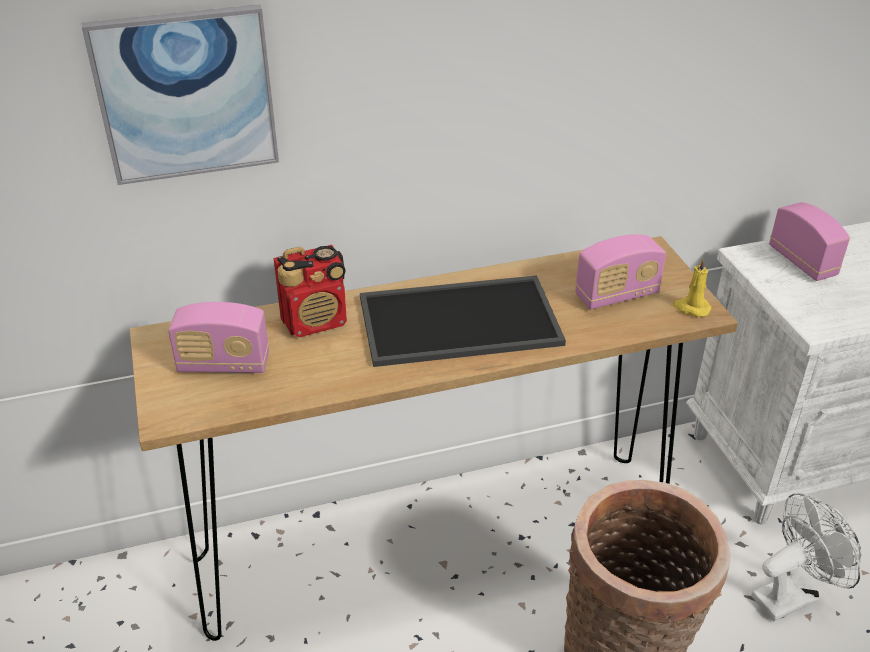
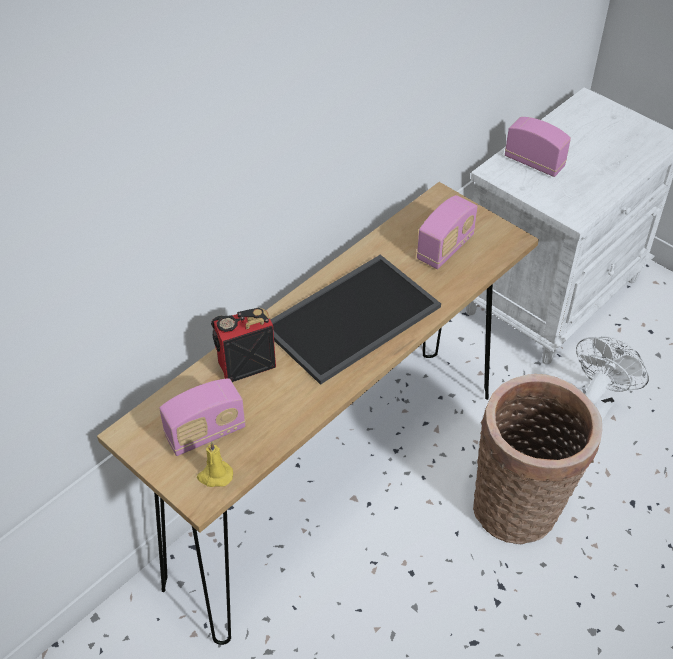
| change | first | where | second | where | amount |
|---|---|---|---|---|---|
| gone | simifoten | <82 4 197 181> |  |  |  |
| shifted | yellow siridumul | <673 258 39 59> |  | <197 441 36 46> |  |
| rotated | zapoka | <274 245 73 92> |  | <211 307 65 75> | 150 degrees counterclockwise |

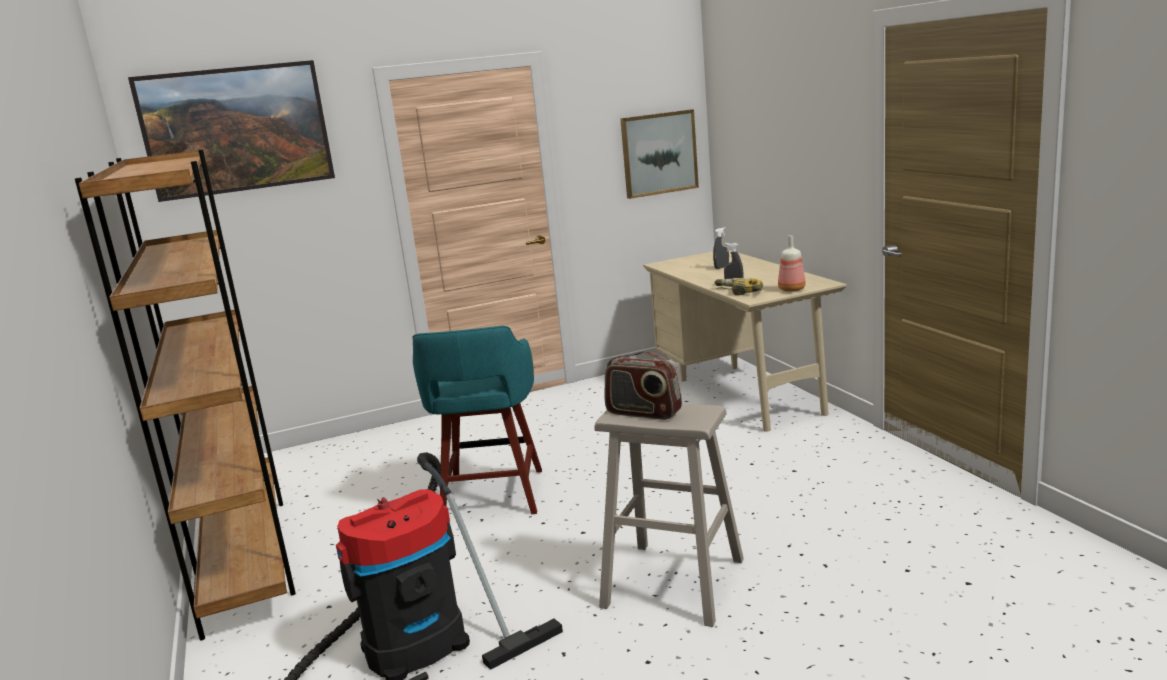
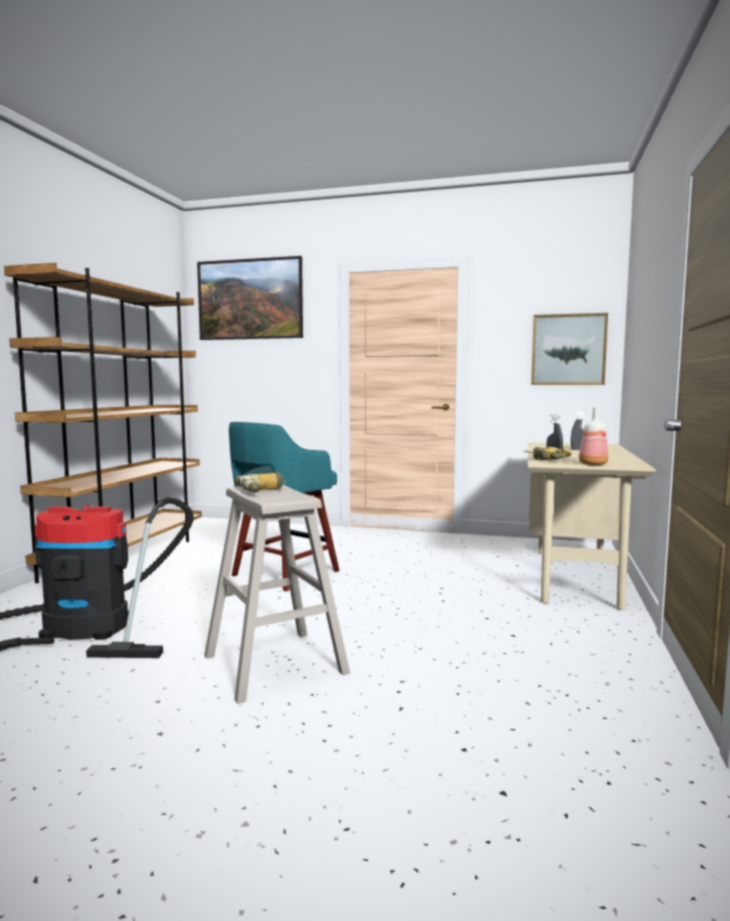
| change | first | where | second | where | amount |
|---|---|---|---|---|---|
| swapped | zapoka | <605 352 77 68> | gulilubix | <236 471 50 21> |  |

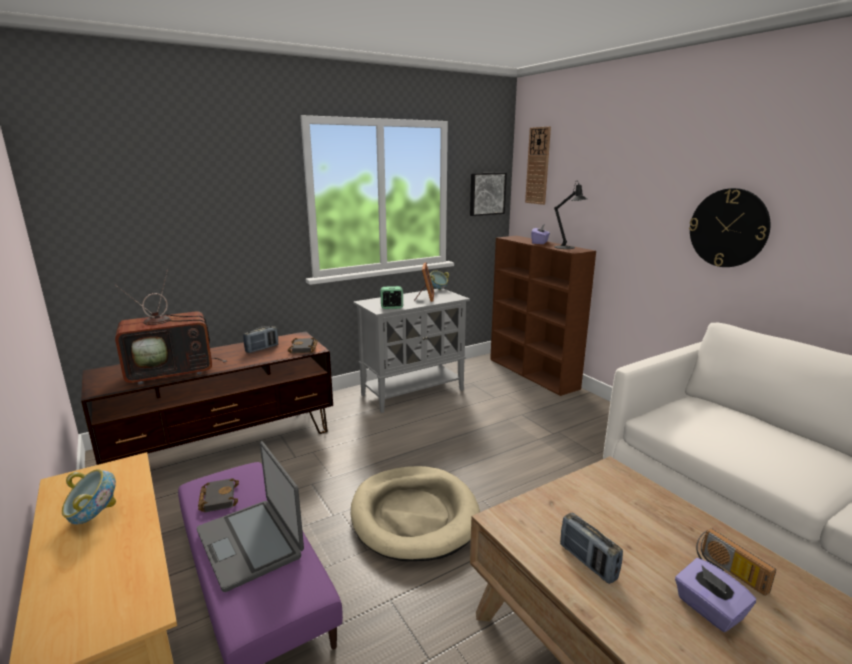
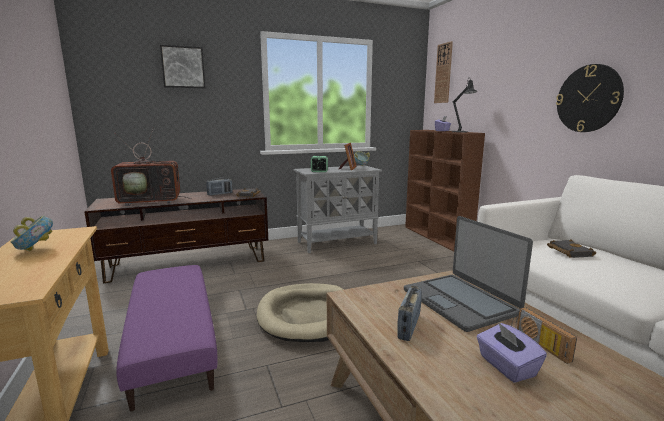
| change | first | where | second | where | amount |
|---|---|---|---|---|---|
| shifted | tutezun | <197 441 107 151> |  | <404 216 129 116> |  |
| shifted | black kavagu | <198 478 41 34> |  | <547 240 49 18> |  |
| shifted | simifoten | <470 172 37 44> |  | <160 45 46 43> |  |
| rotated | zapoka | <560 513 63 71> |  | <397 286 25 55> | 45 degrees clockwise |

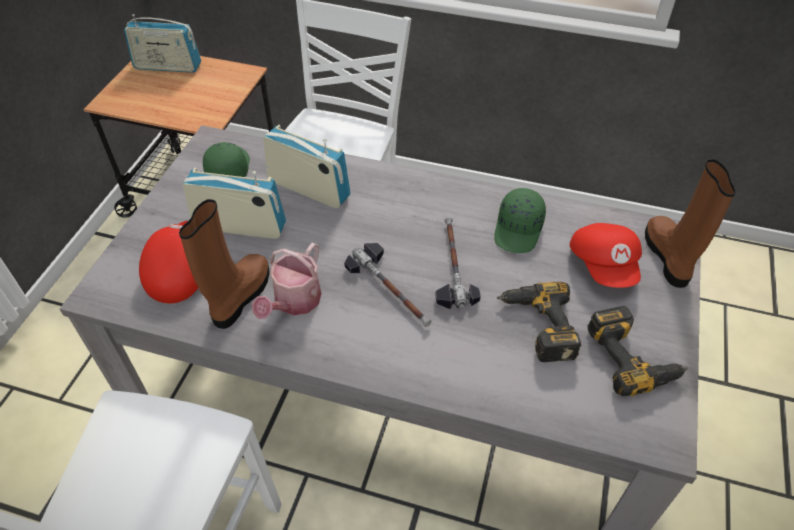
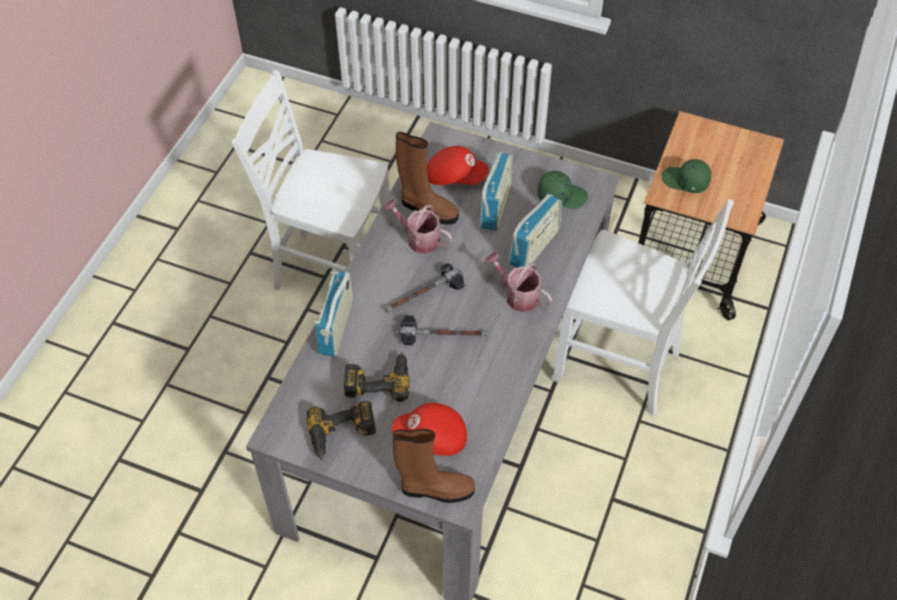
| change | first | where | second | where | amount |
|---|---|---|---|---|---|
| new |  |  | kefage | <485 252 67 60> |  |
| shifted | zapoka | <124 14 77 59> |  | <315 271 38 86> |  |
| shifted | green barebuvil | <494 188 52 65> |  | <662 159 49 34> |  |

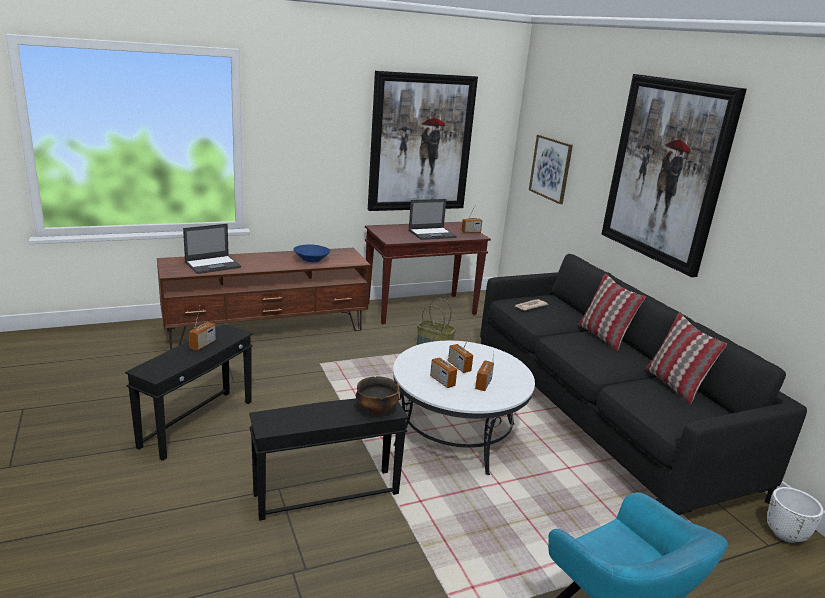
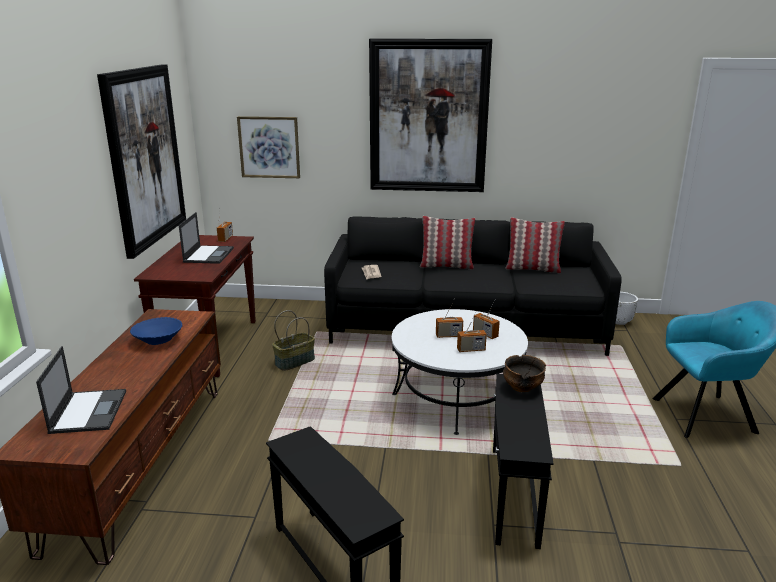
| change | first | where | second | where | amount |
|---|---|---|---|---|---|
| gone | zapoka | <189 307 27 44> |  |  |  |

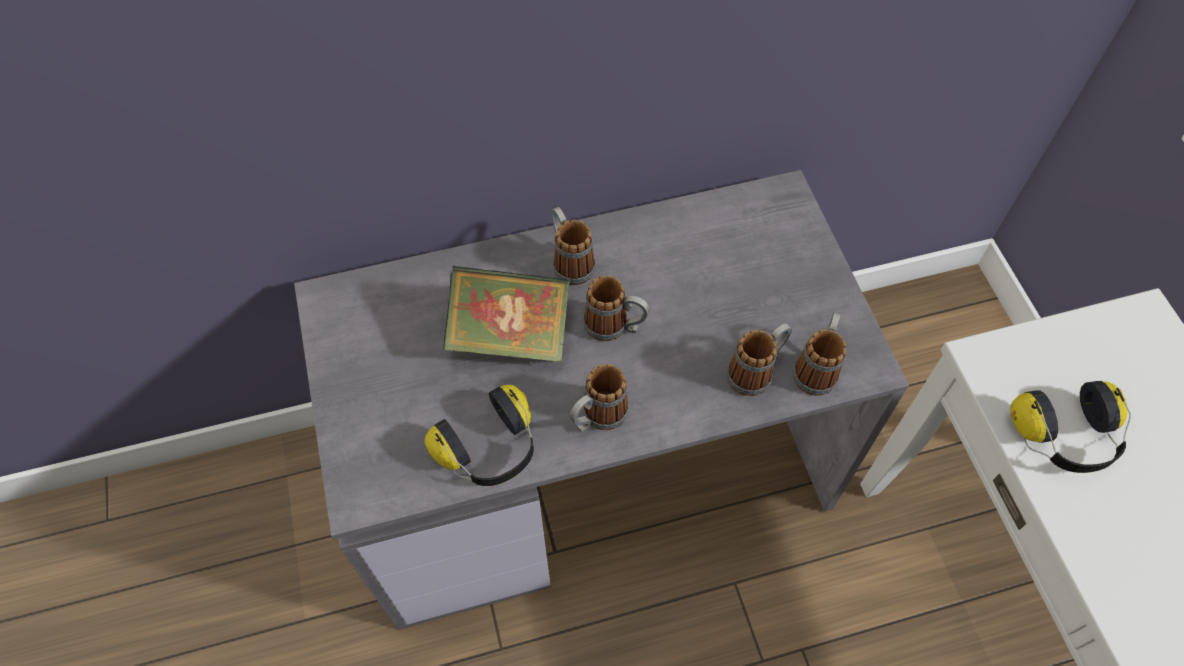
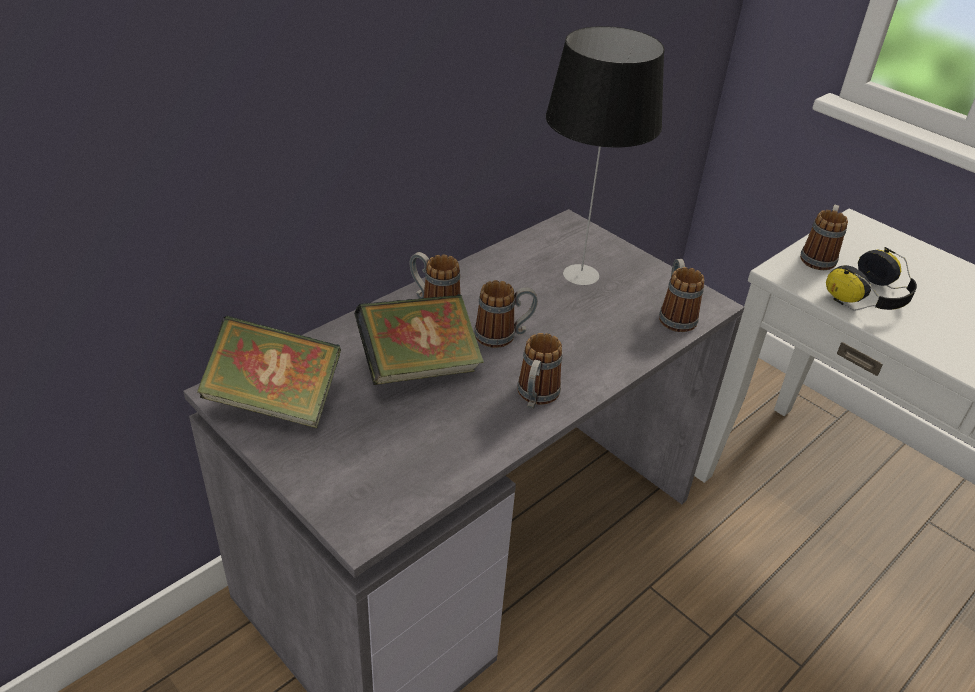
| change | first | where | second | where | amount |
|---|---|---|---|---|---|
| gone | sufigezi | <425 385 109 101> |  |  |  |
| new |  |  | kavagu | <197 316 144 112> |  |
| new |  |  | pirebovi | <546 26 119 259> |  |
| shifted | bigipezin | <727 323 65 73> |  | <800 204 48 66> |  |

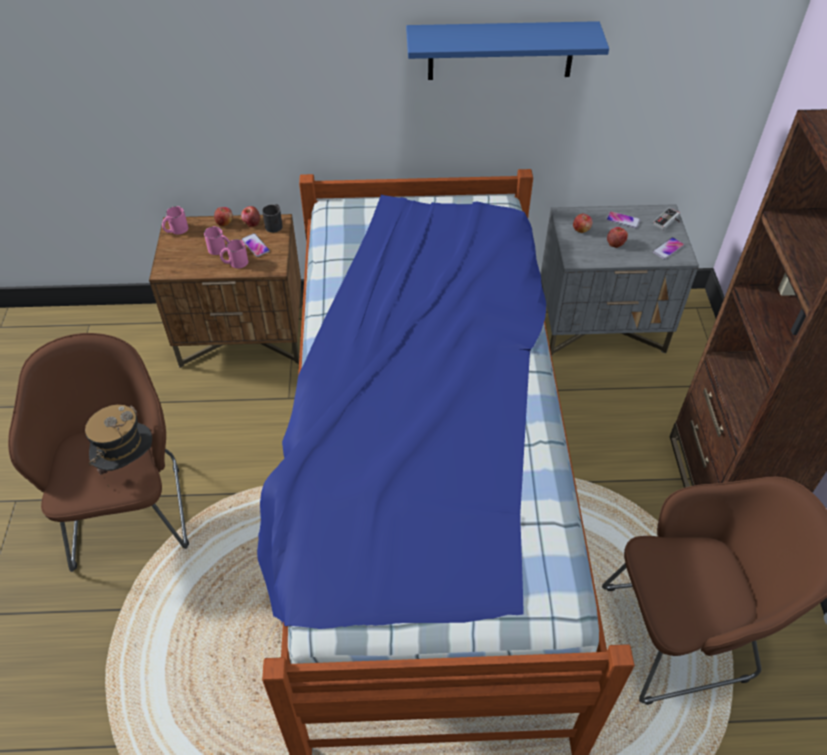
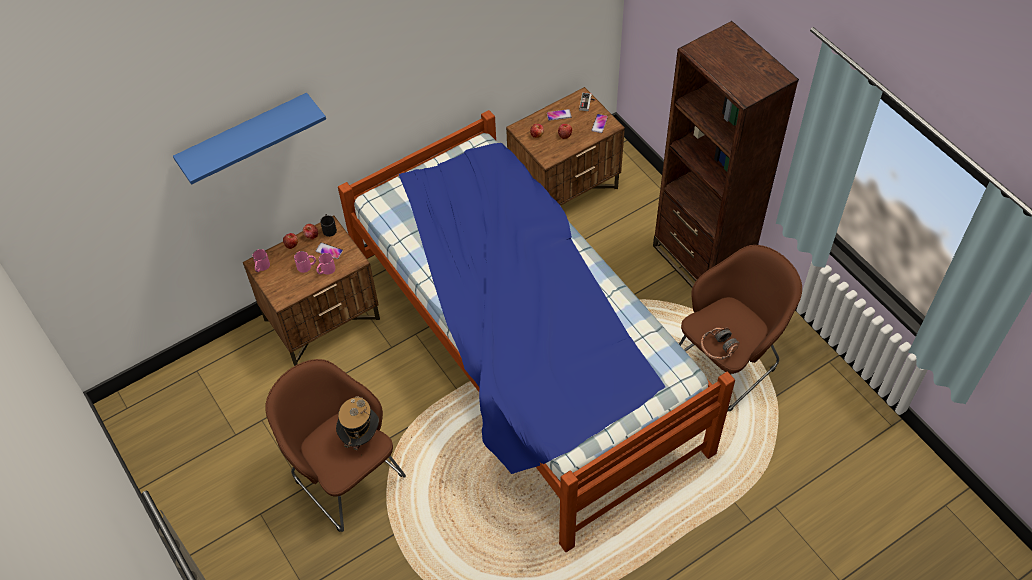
| change | first | where | second | where | amount |
|---|---|---|---|---|---|
| new |  |  | sufigezi | <701 328 38 32> |  |
| shifted | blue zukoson | <406 21 203 59> |  | <173 93 153 92> |  |
| repainted | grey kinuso | <540 204 159 152> | brown kinuso | <506 87 119 119> |  |

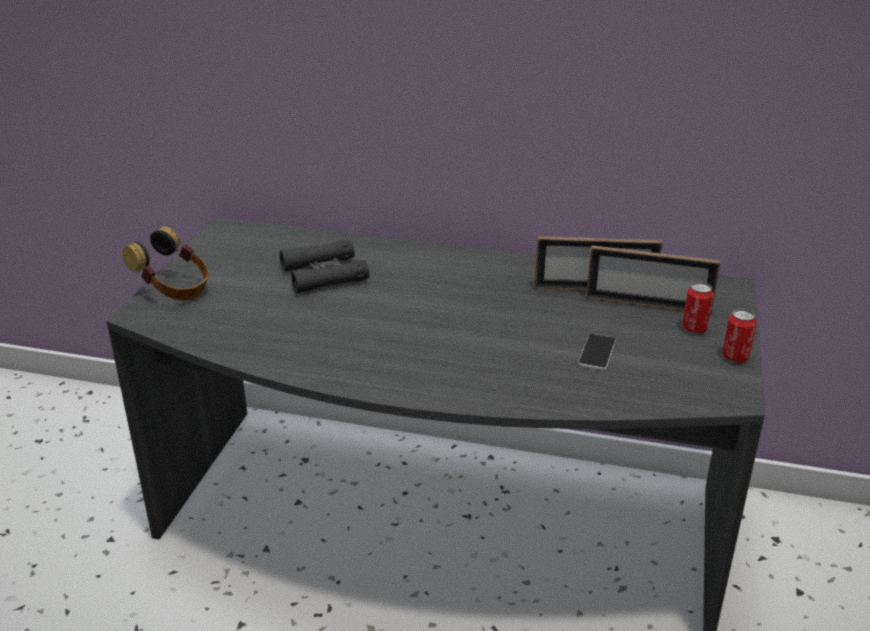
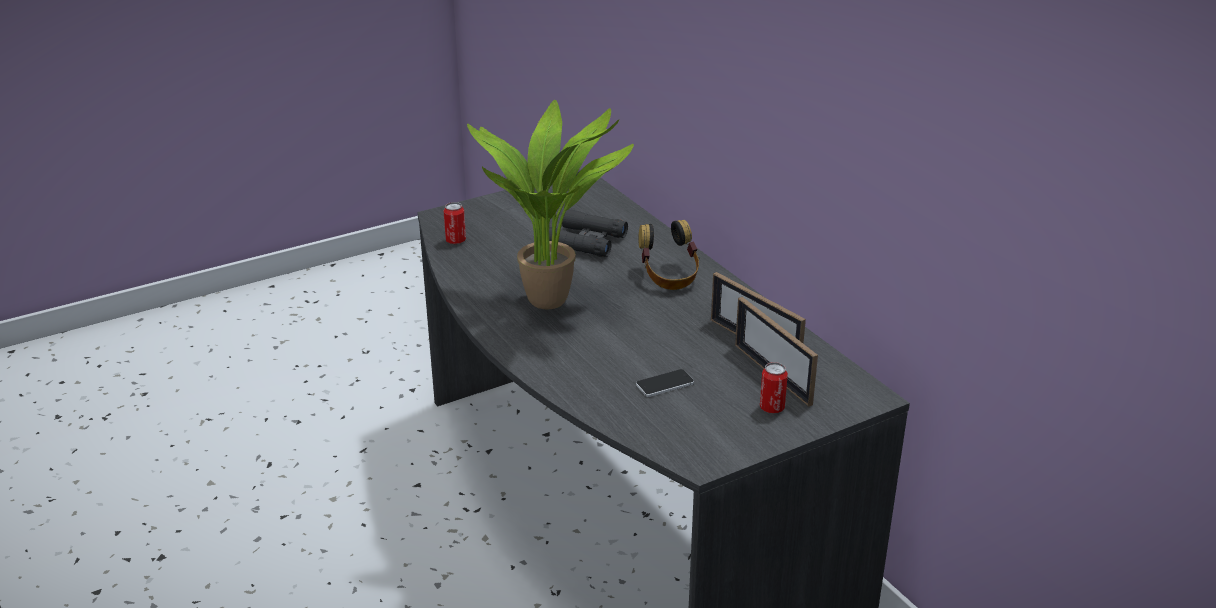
| change | first | where | second | where | amount |
|---|---|---|---|---|---|
| new |  |  | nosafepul | <467 100 167 210> |  |
| shifted | sufigezi | <122 227 87 74> |  | <638 220 62 70> |  |
| shifted | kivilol | <722 309 35 53> |  | <444 202 22 42> |  |

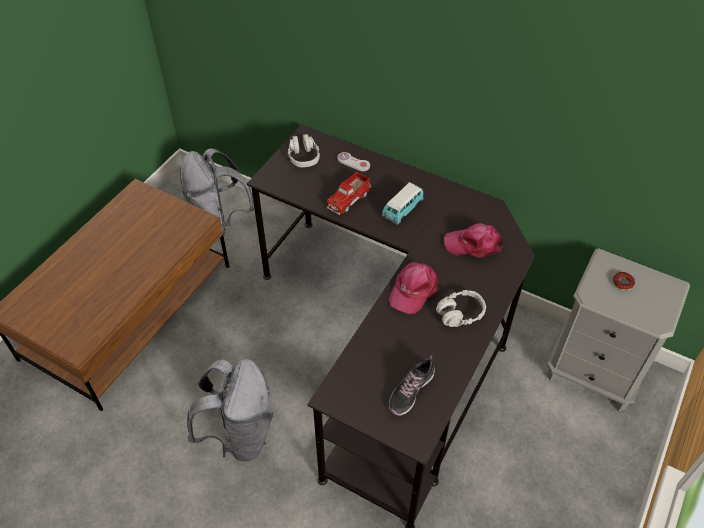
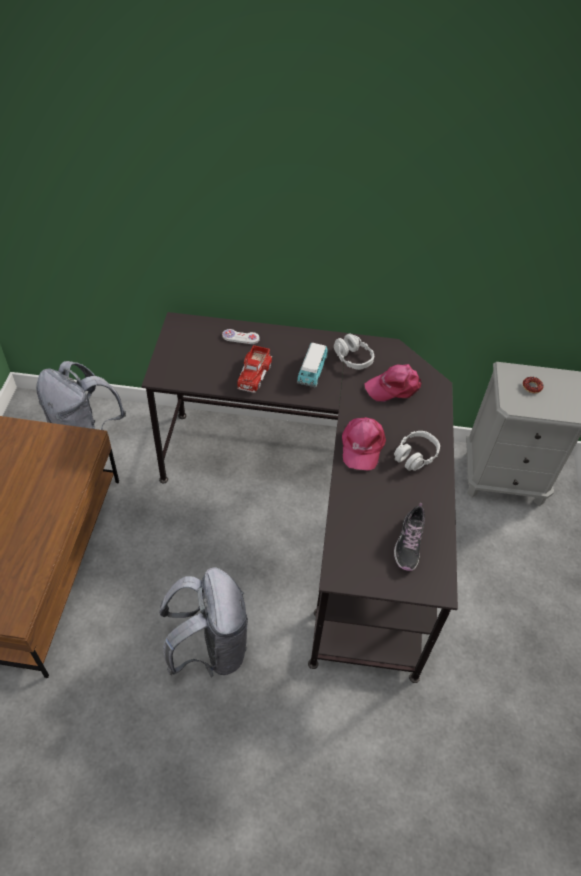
| change | first | where | second | where | amount |
|---|---|---|---|---|---|
| shifted | grey sufigezi | <288 134 32 33> |  | <334 333 40 37> |  |

